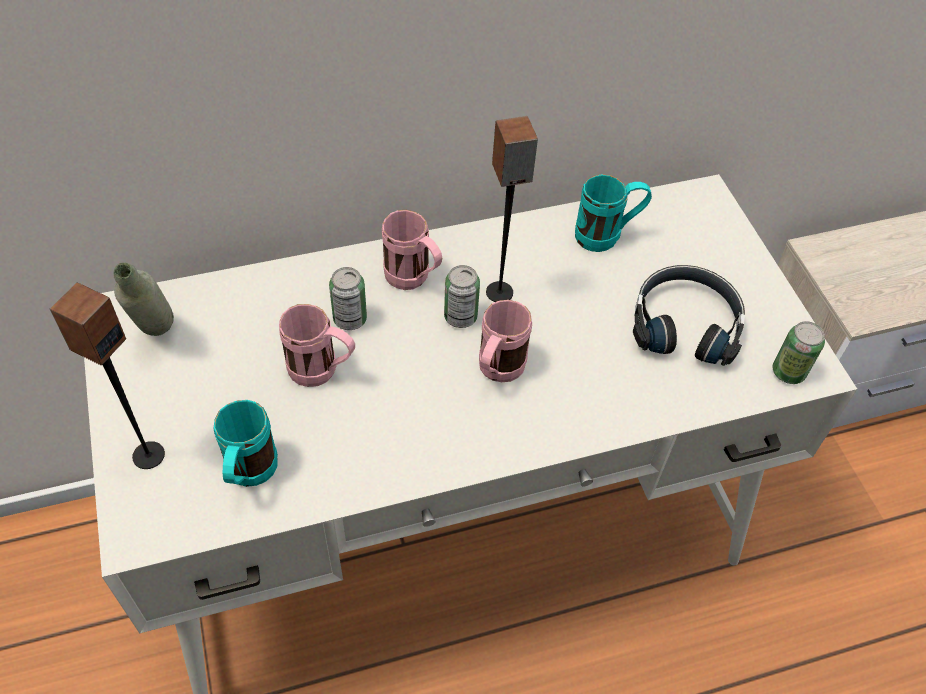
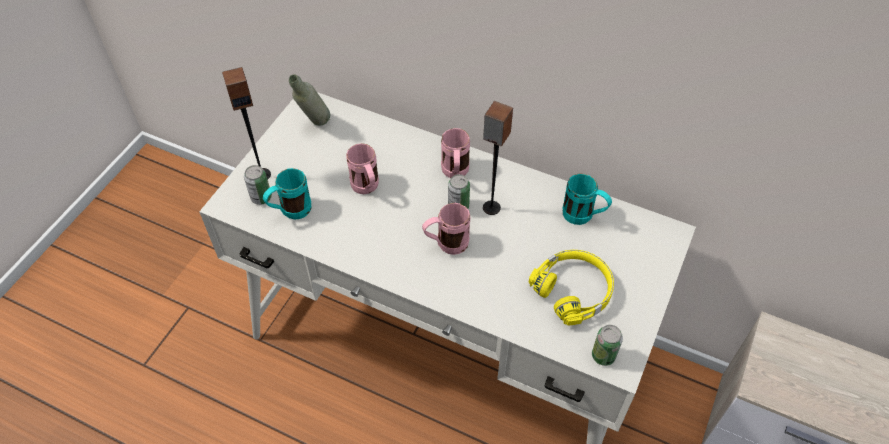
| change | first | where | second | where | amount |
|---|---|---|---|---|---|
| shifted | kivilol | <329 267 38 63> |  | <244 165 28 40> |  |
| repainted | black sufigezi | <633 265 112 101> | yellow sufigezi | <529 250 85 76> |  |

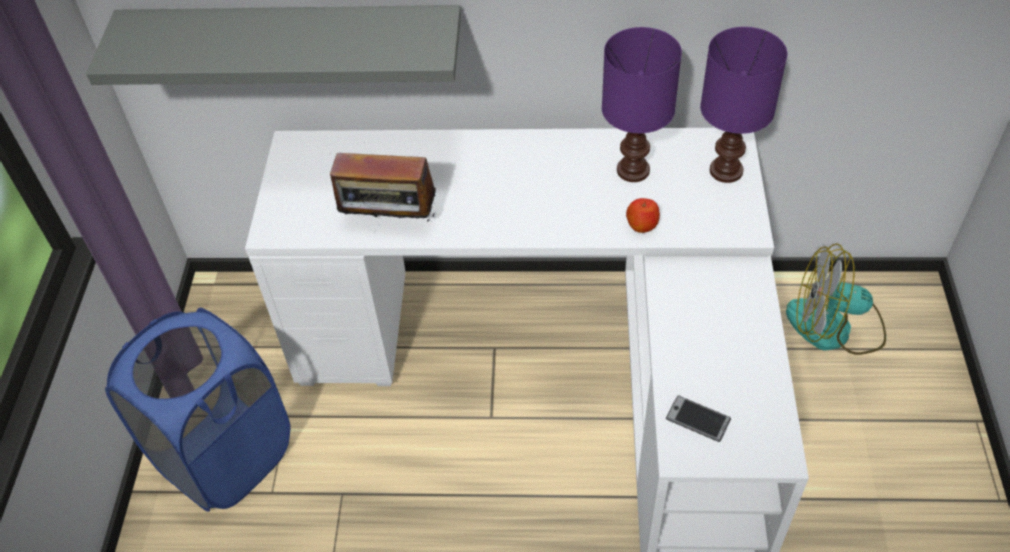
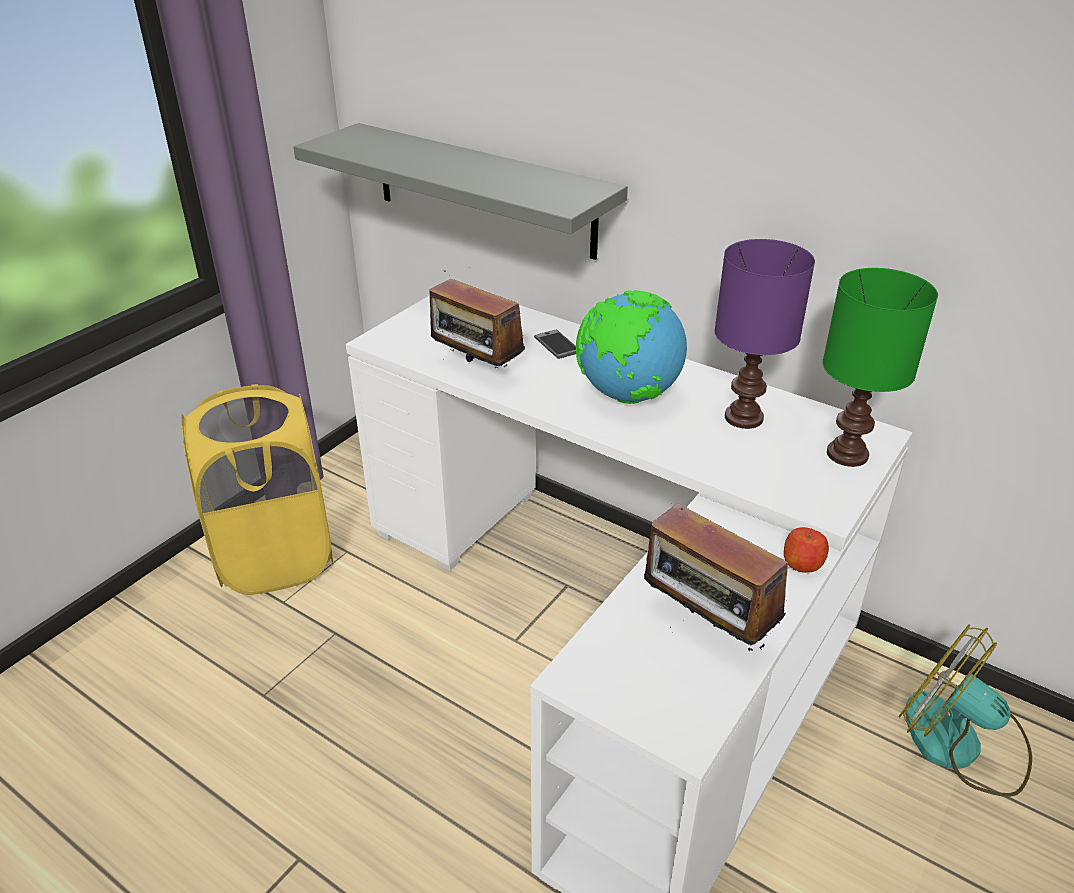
| change | first | where | second | where | amount |
|---|---|---|---|---|---|
| new |  |  | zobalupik | <576 290 111 114> |  |
| new |  |  | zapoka | <644 503 144 148> |  |
| shifted | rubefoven | <626 198 34 35> |  | <784 527 45 46> |  |
| shifted | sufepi | <666 395 65 47> |  | <534 329 42 30> |  |
| repainted | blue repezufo | <105 308 186 204> | yellow repezufo | <181 384 152 211> |  |
| repainted | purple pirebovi | <700 27 87 156> | green pirebovi | <822 268 116 199> |  |

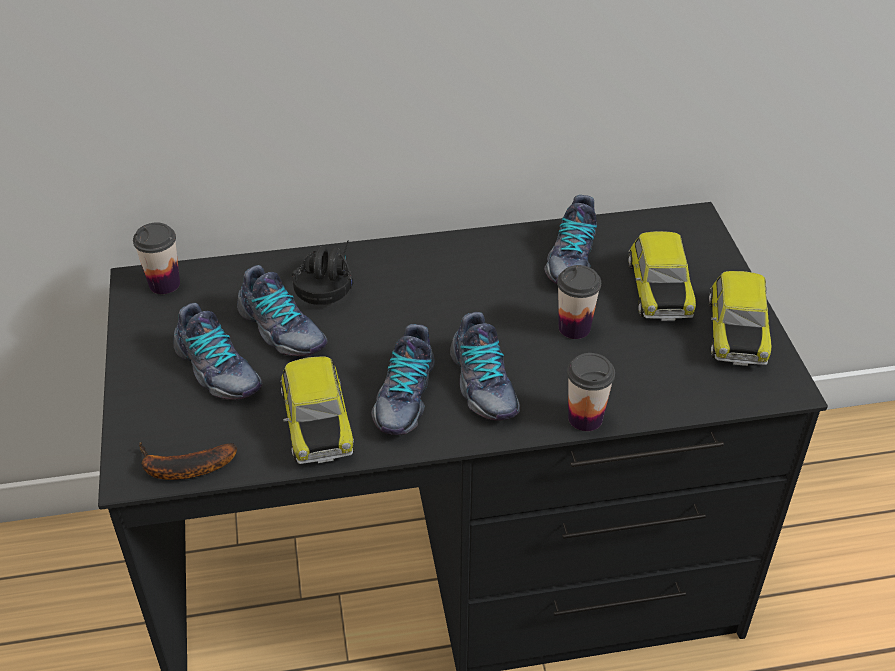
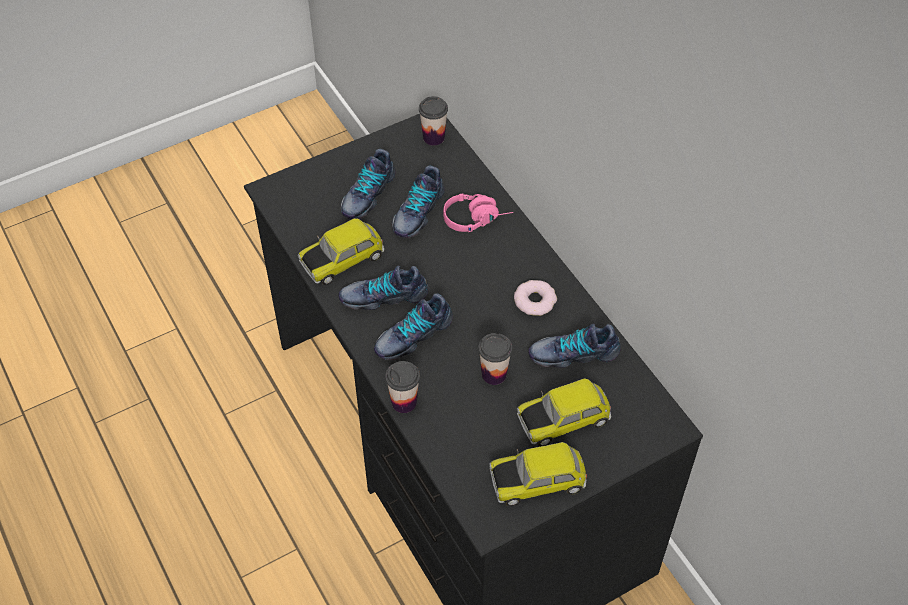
| change | first | where | second | where | amount |
|---|---|---|---|---|---|
| gone | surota | <139 442 98 38> |  |  |  |
| new |  |  | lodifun | <514 280 43 36> |  |
| repainted | black sufigezi | <292 241 61 64> | pink sufigezi | <443 193 70 39> |  |

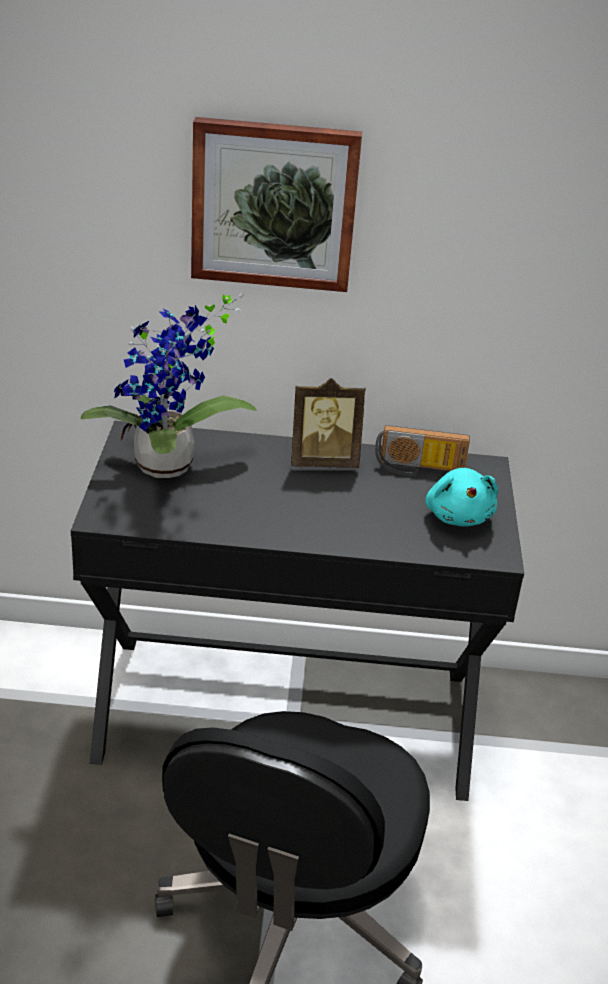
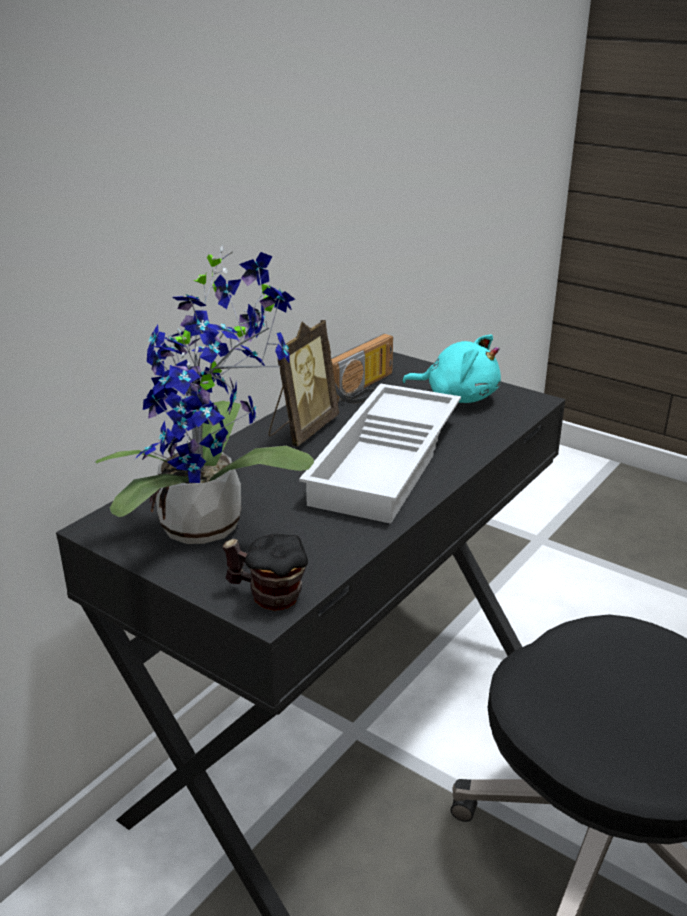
| change | first | where | second | where | amount |
|---|---|---|---|---|---|
| gone | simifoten | <191 117 171 175> |  |  |  |
| new |  |  | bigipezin | <222 534 86 77> |  |
| new |  |  | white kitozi | <299 383 162 141> |  |

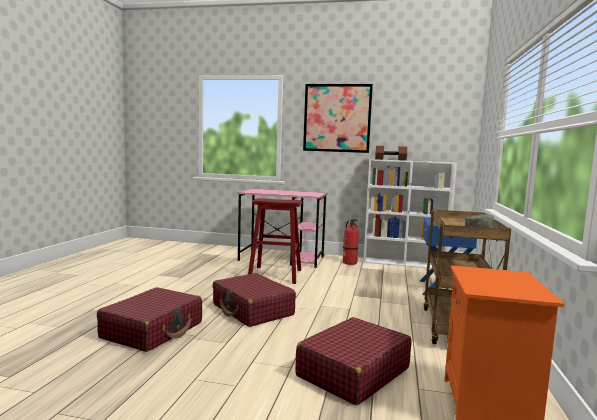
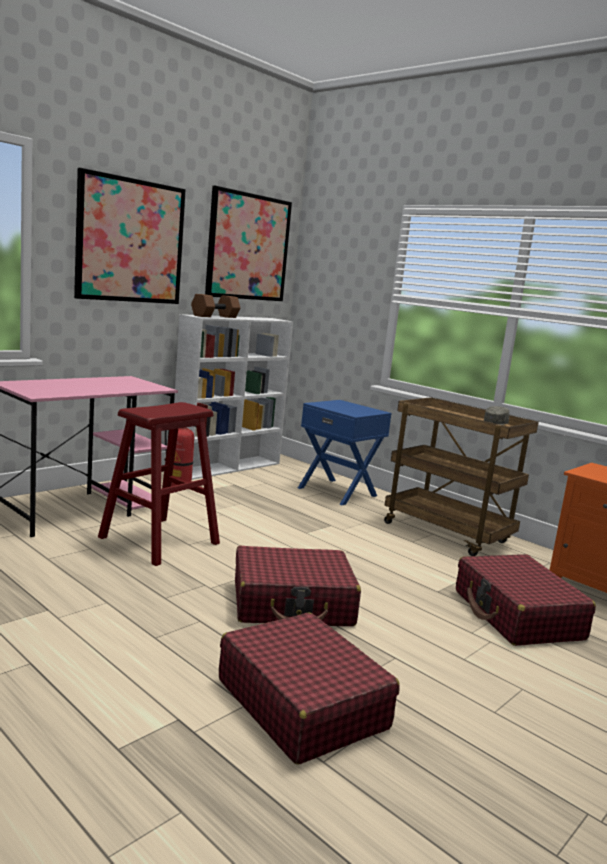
| change | first | where | second | where | amount |
|---|---|---|---|---|---|
| new |  |  | simifoten | <205 186 87 115> |  |

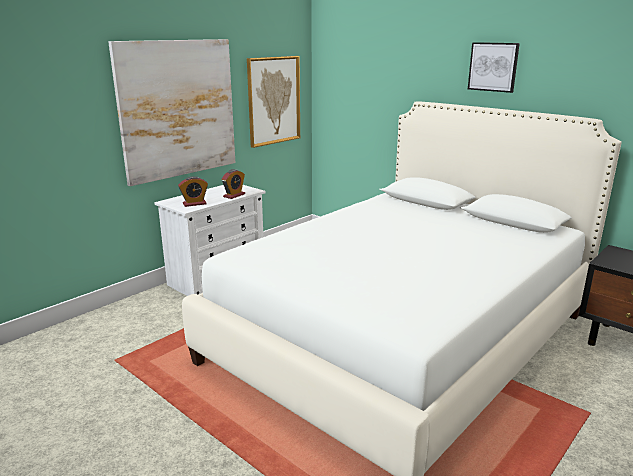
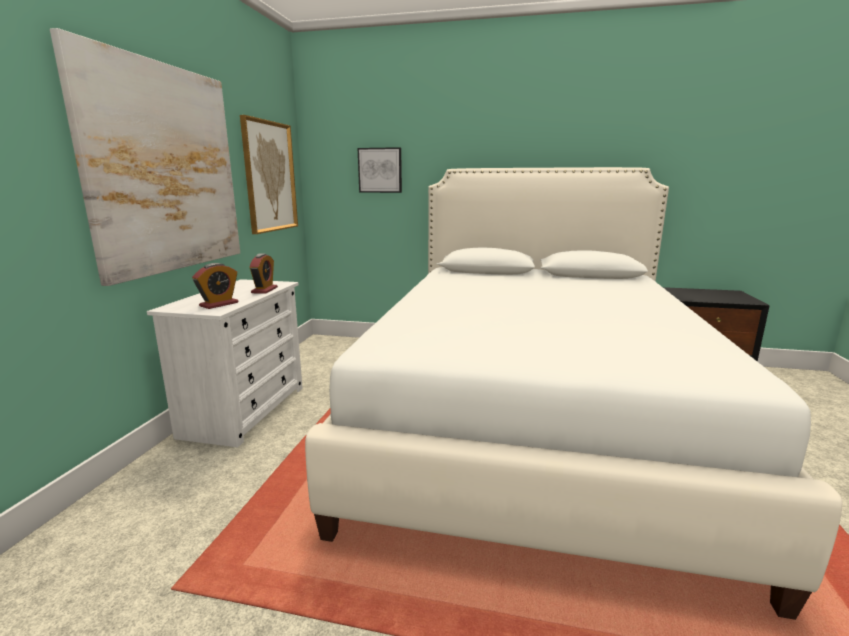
| change | first | where | second | where | amount |
|---|---|---|---|---|---|
| shifted | simifoten | <468 42 52 51> |  | <358 147 44 46> |  |

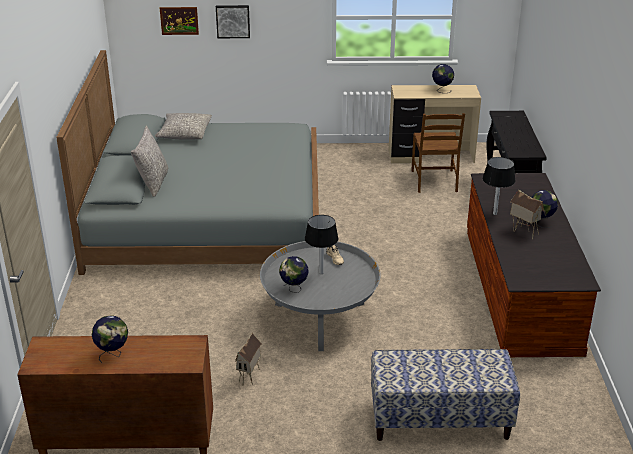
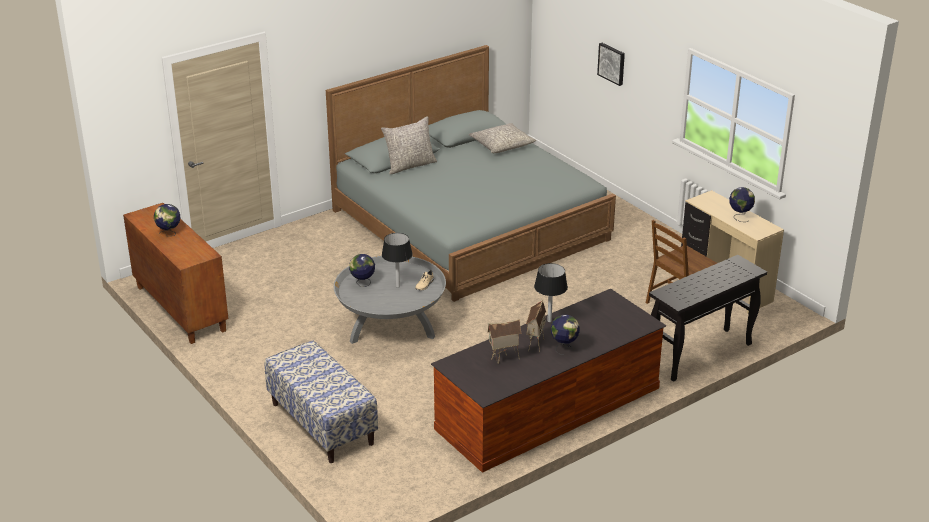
| change | first | where | second | where | amount |
|---|---|---|---|---|---|
| gone | simifoten | <160 7 39 28> |  |  |  |
| shifted | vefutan | <235 333 27 53> |  | <488 319 33 45> |  |

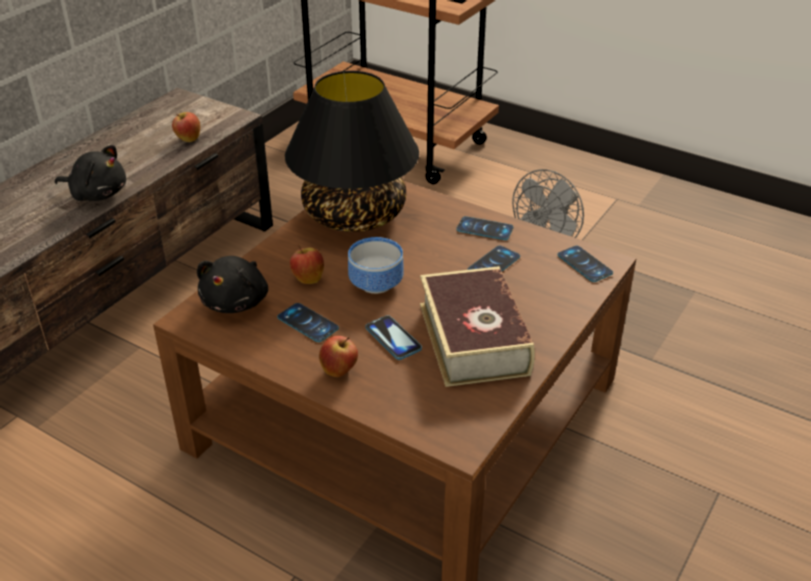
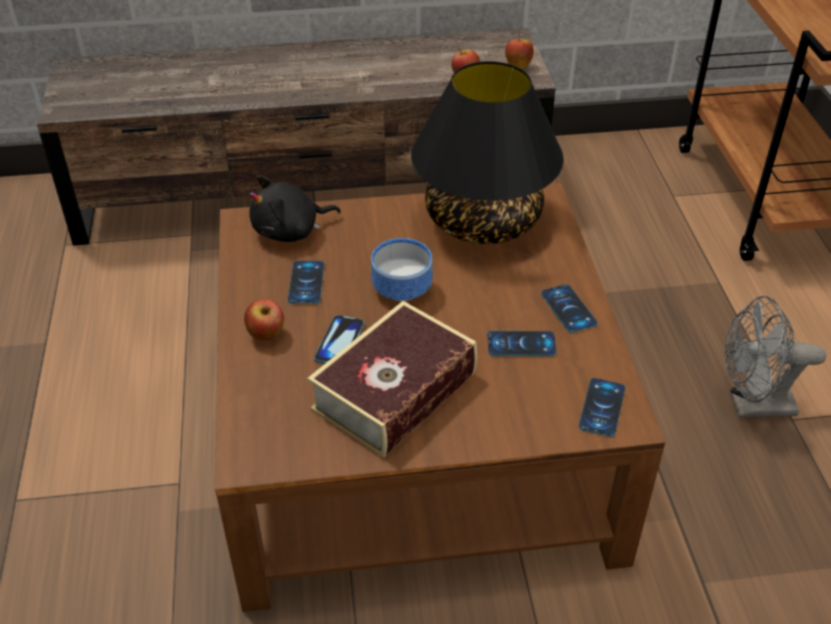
| change | first | where | second | where | amount |
|---|---|---|---|---|---|
| gone | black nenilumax | <55 145 71 56> |  |  |  |
| shifted | rubefoven | <290 244 34 40> |  | <505 33 29 37> |  |

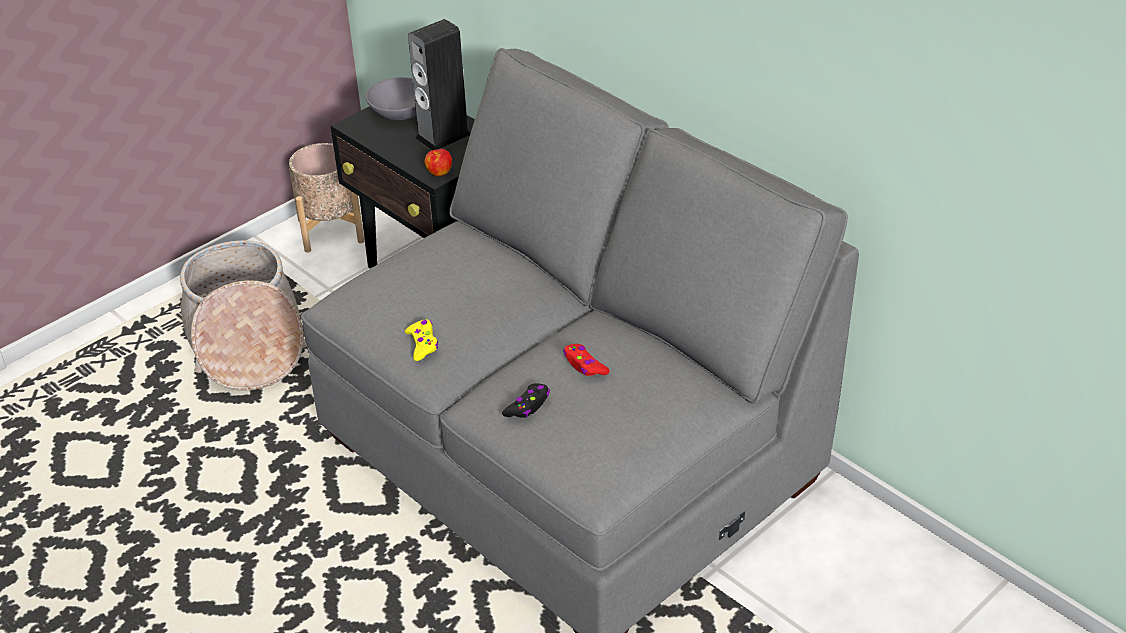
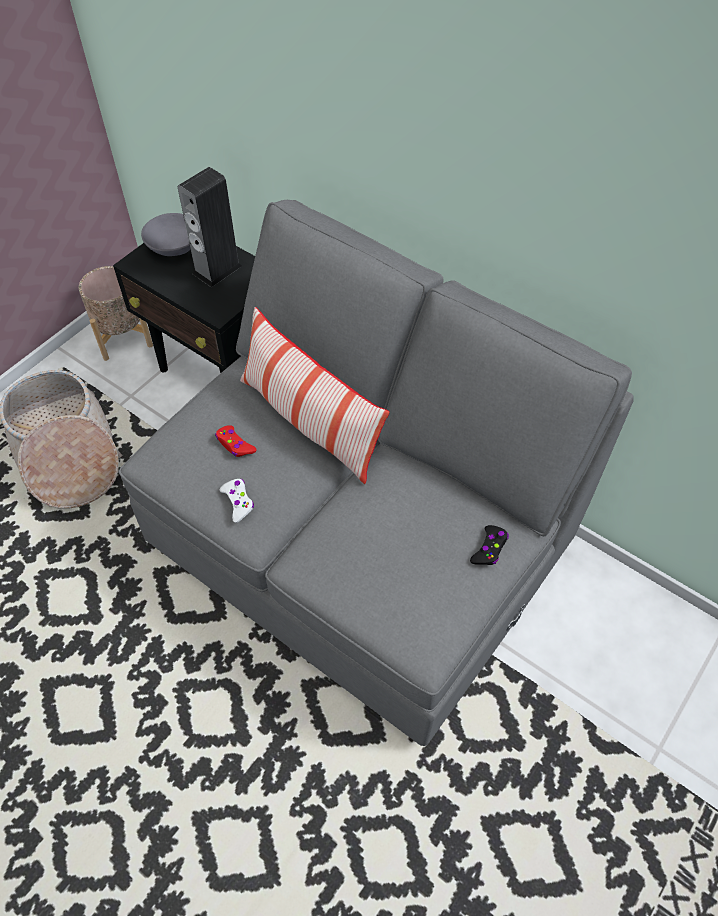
| change | first | where | second | where | amount |
|---|---|---|---|---|---|
| gone | rubefoven | <425 149 27 27> |  |  |  |
| new |  |  | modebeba | <240 307 150 177> |  |
| shifted | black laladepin | <502 383 48 35> |  | <470 525 39 40> |  |
| shifted | red laladepin | <563 344 47 32> |  | <215 425 42 32> |  |
| repainted | yellow laladepin | <405 319 33 42> | white laladepin | <220 479 34 44> |  |

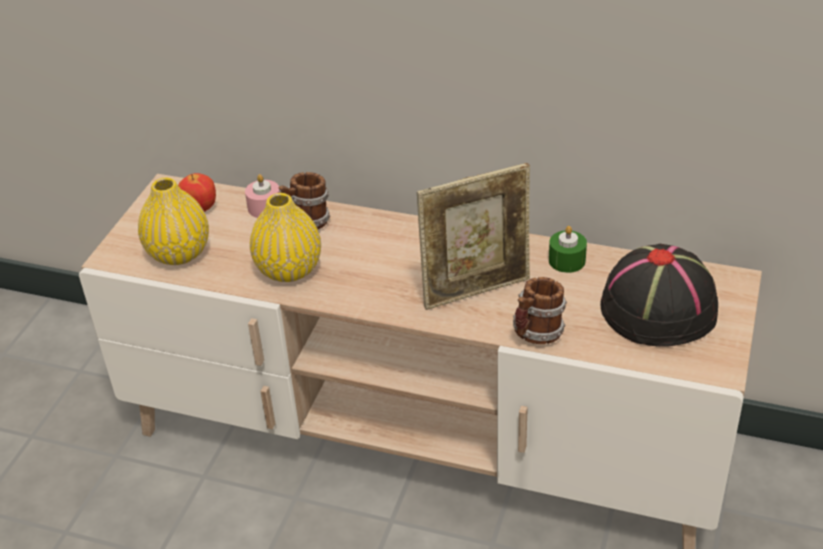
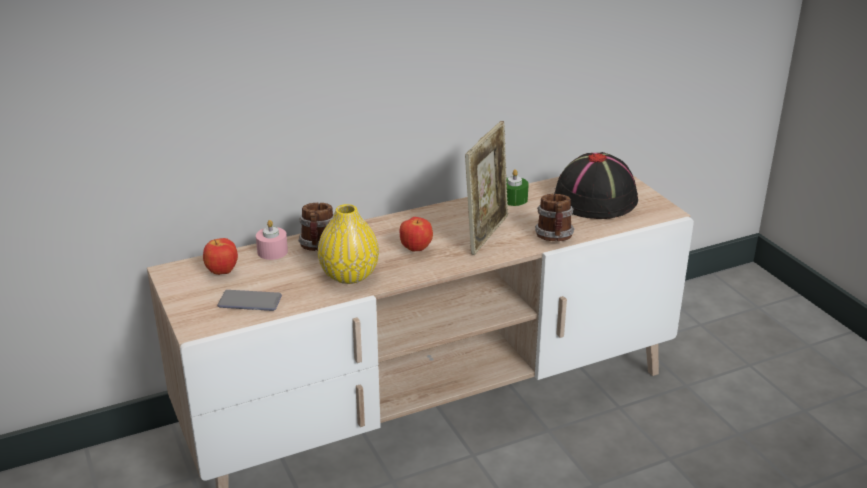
| change | first | where | second | where | amount |
|---|---|---|---|---|---|
| new |  |  | rubefoven | <400 217 33 34> |  |
| swapped | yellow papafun | <138 178 71 87> | sufepi | <217 290 65 21> |  |

